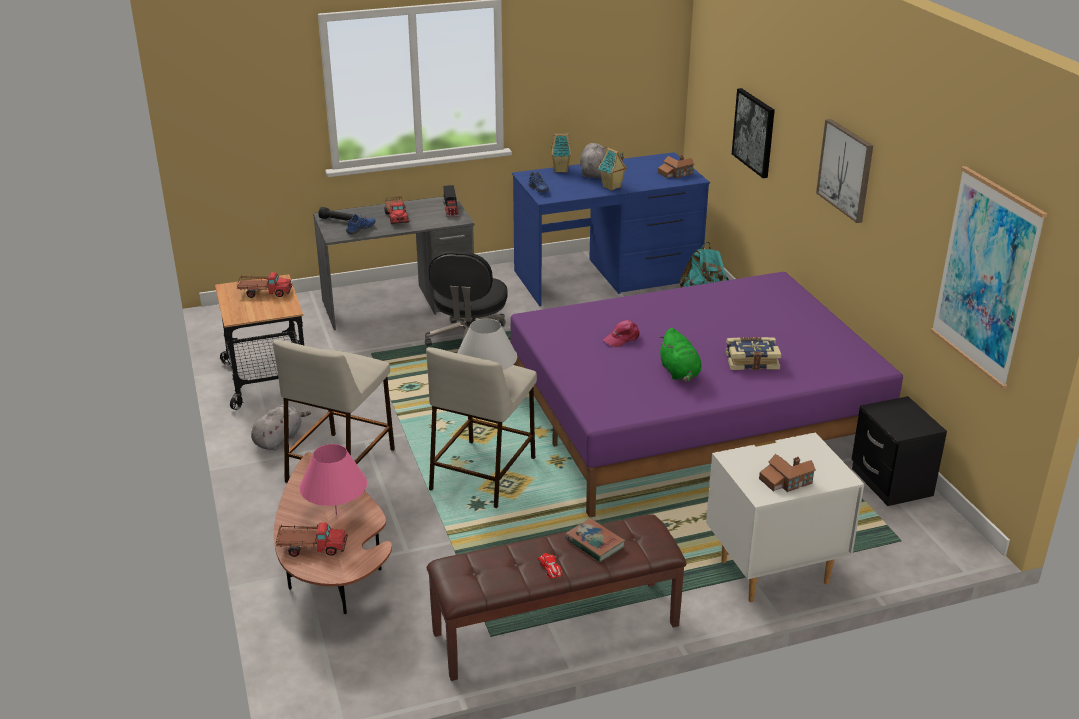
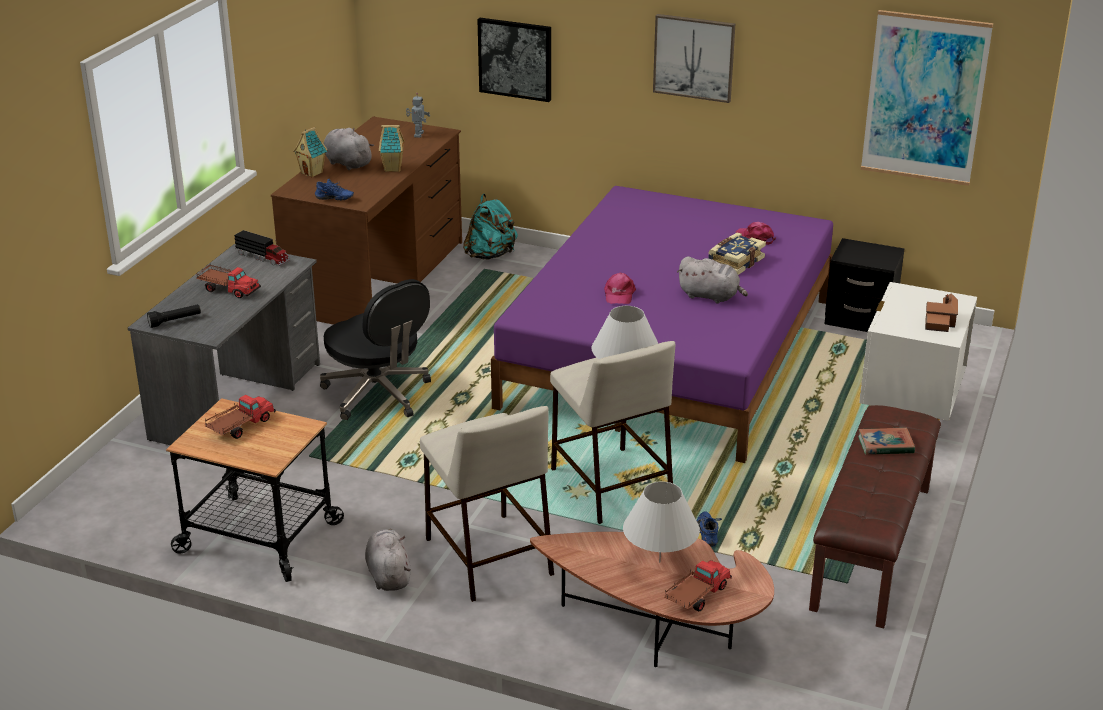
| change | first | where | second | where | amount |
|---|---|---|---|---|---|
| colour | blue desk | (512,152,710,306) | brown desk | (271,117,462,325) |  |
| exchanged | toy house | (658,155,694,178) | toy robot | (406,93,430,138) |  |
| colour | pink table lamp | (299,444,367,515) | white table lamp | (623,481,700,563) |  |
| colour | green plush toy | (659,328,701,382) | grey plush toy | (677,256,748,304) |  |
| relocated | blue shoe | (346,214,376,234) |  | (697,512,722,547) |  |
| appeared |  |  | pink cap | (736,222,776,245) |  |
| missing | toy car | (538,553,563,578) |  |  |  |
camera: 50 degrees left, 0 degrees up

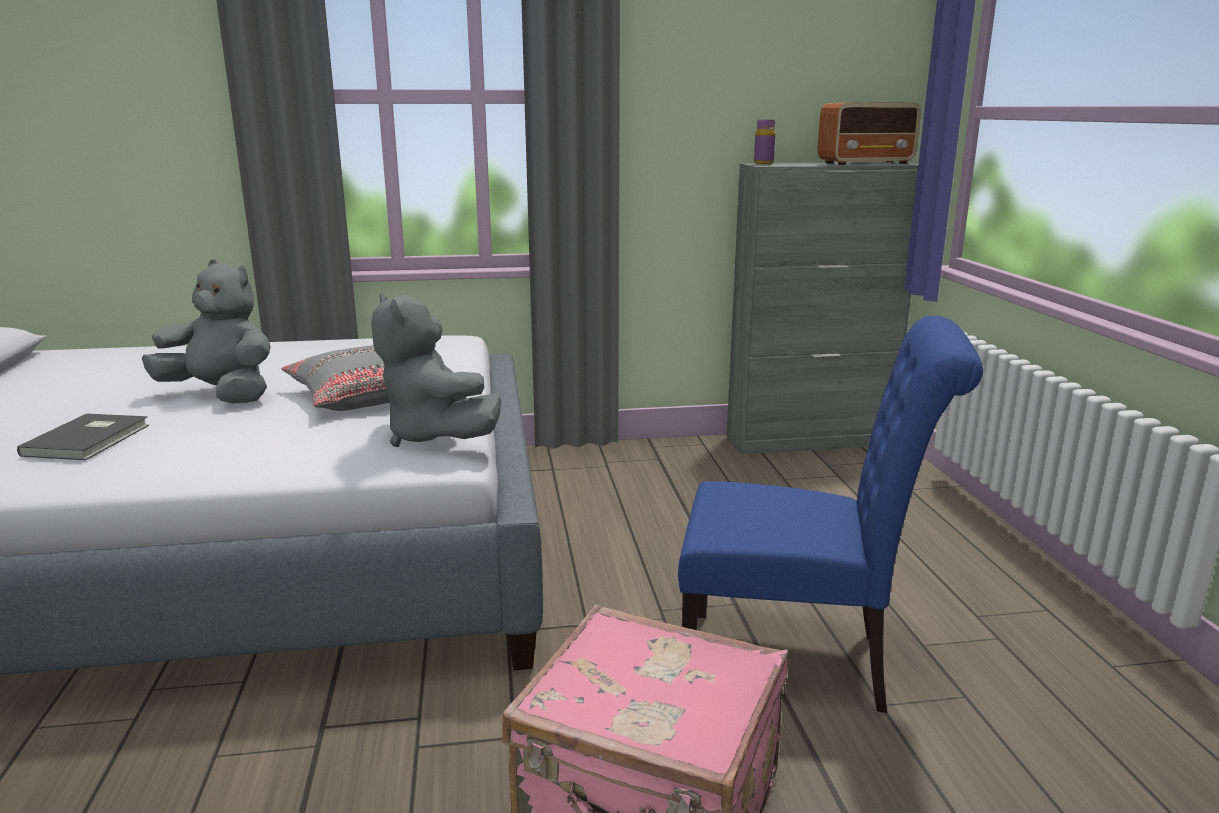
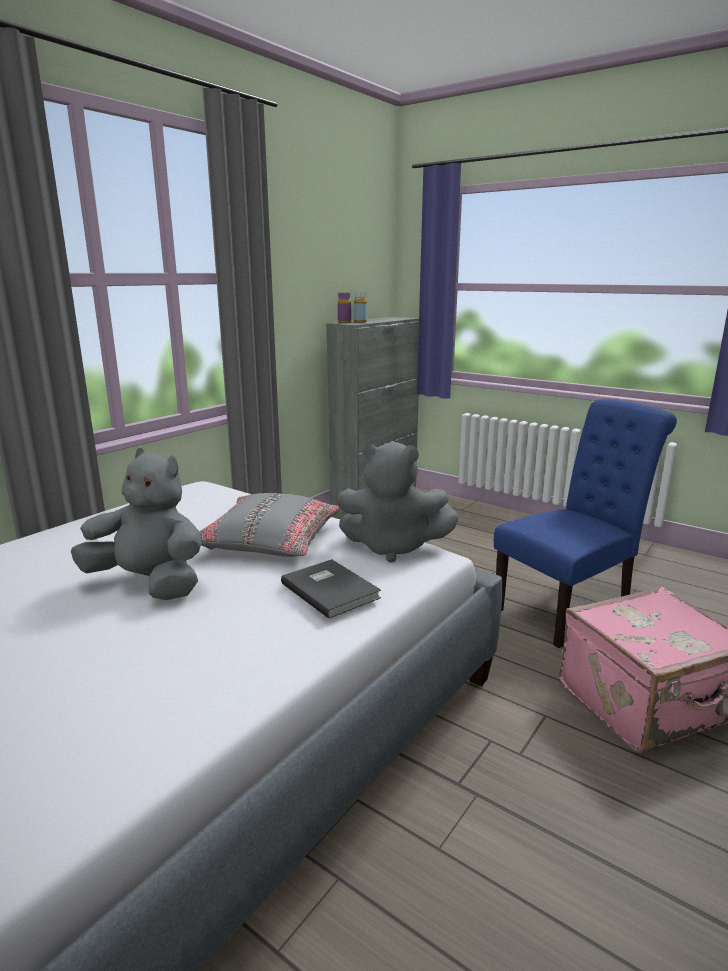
| change | first | where | second | where | amount |
|---|---|---|---|---|---|
| spun | grey plush toy | (142,259,271,404) |  | (71,447,202,600) | 45 degrees clockwise |
| relocated | grey book | (17,413,149,460) |  | (281,559,381,619) |  |
| appeared |  |  | yellow bottle | (354,292,367,323) |  |
| missing | radio | (818,102,921,165) |  |  |  |
camera: 45 degrees left, 0 degrees up

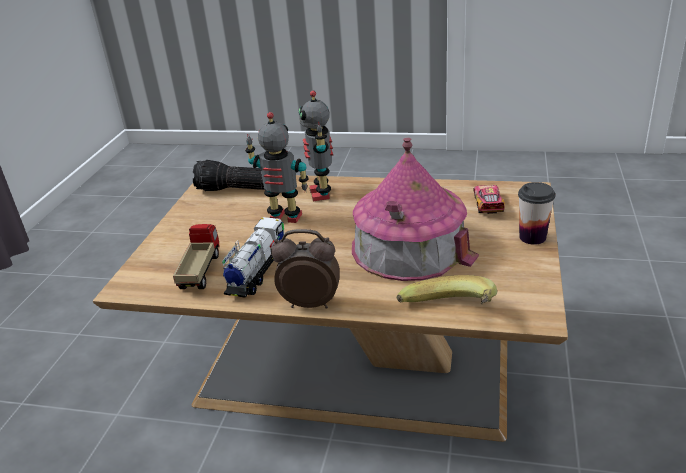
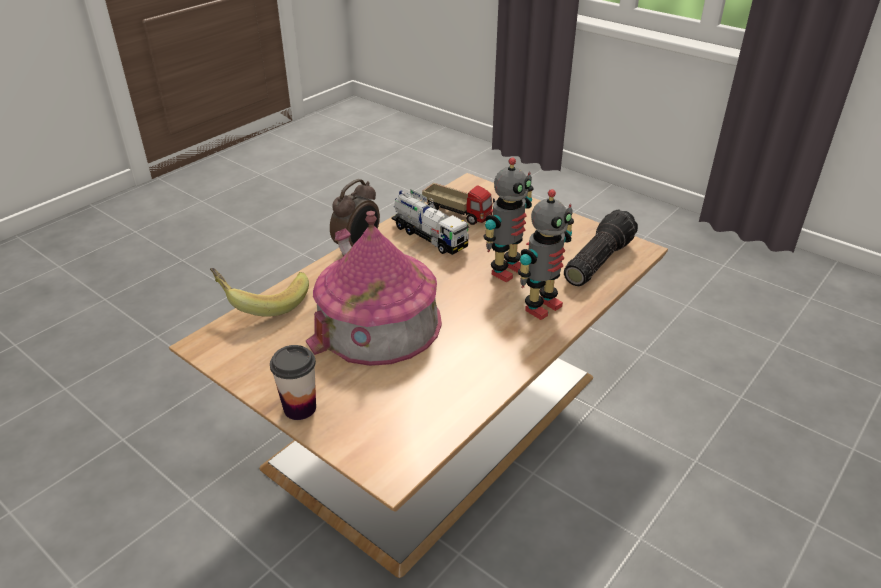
| change | first | where | second | where | amount |
|---|---|---|---|---|---|
| spun | toy robot | (299,90,333,201) |  | (518,189,574,320) | 120 degrees clockwise |
| missing | toy car | (473,185,505,214) |  |  |  |
camera: 115 degrees right, 5 degrees up

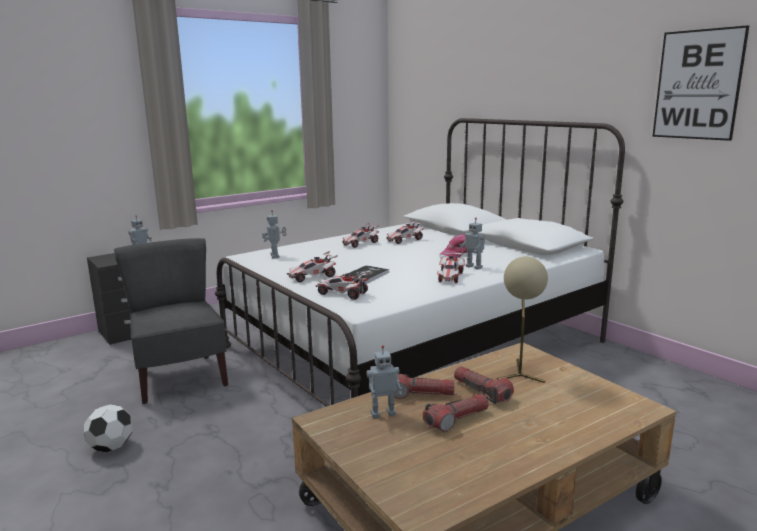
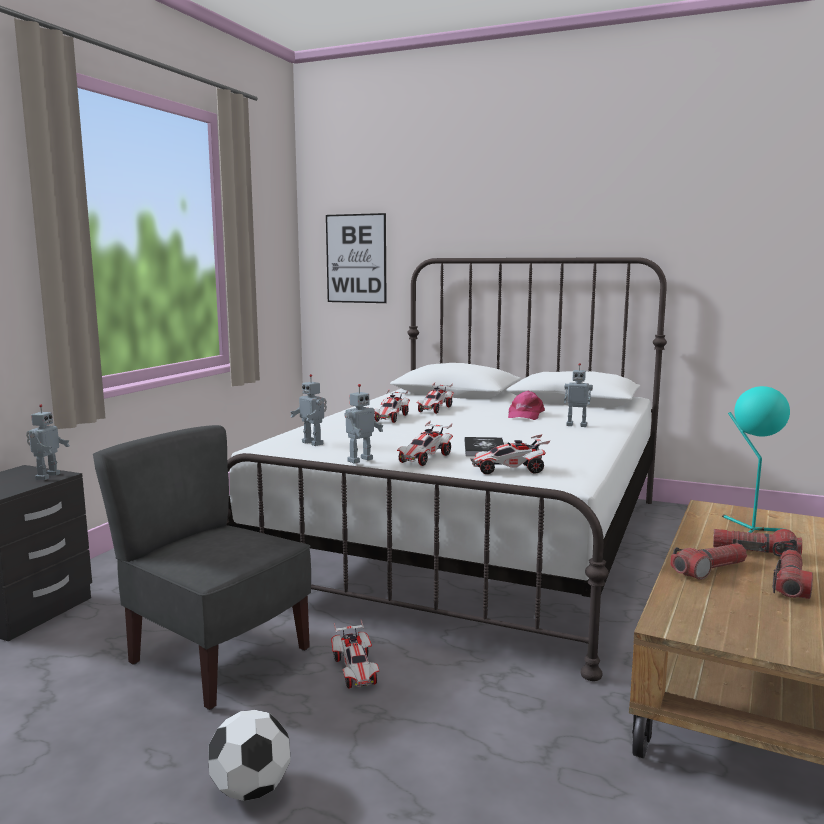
| change | first | where | second | where | amount |
|---|---|---|---|---|---|
| relocated | picture | (652,25,750,141) |  | (326,213,387,303) |  |
| relocated | toy car | (437,250,465,283) |  | (331,620,379,689) |  |
| relocated | toy robot | (367,345,402,418) |  | (345,384,383,464) |  |
| colour | beige table lamp | (497,257,548,383) | turquoise table lamp | (722,386,790,533) |  |
camera: 30 degrees left, 5 degrees down

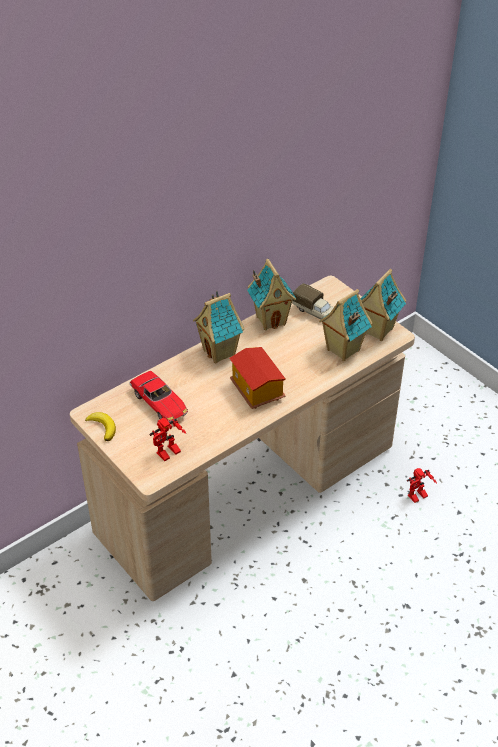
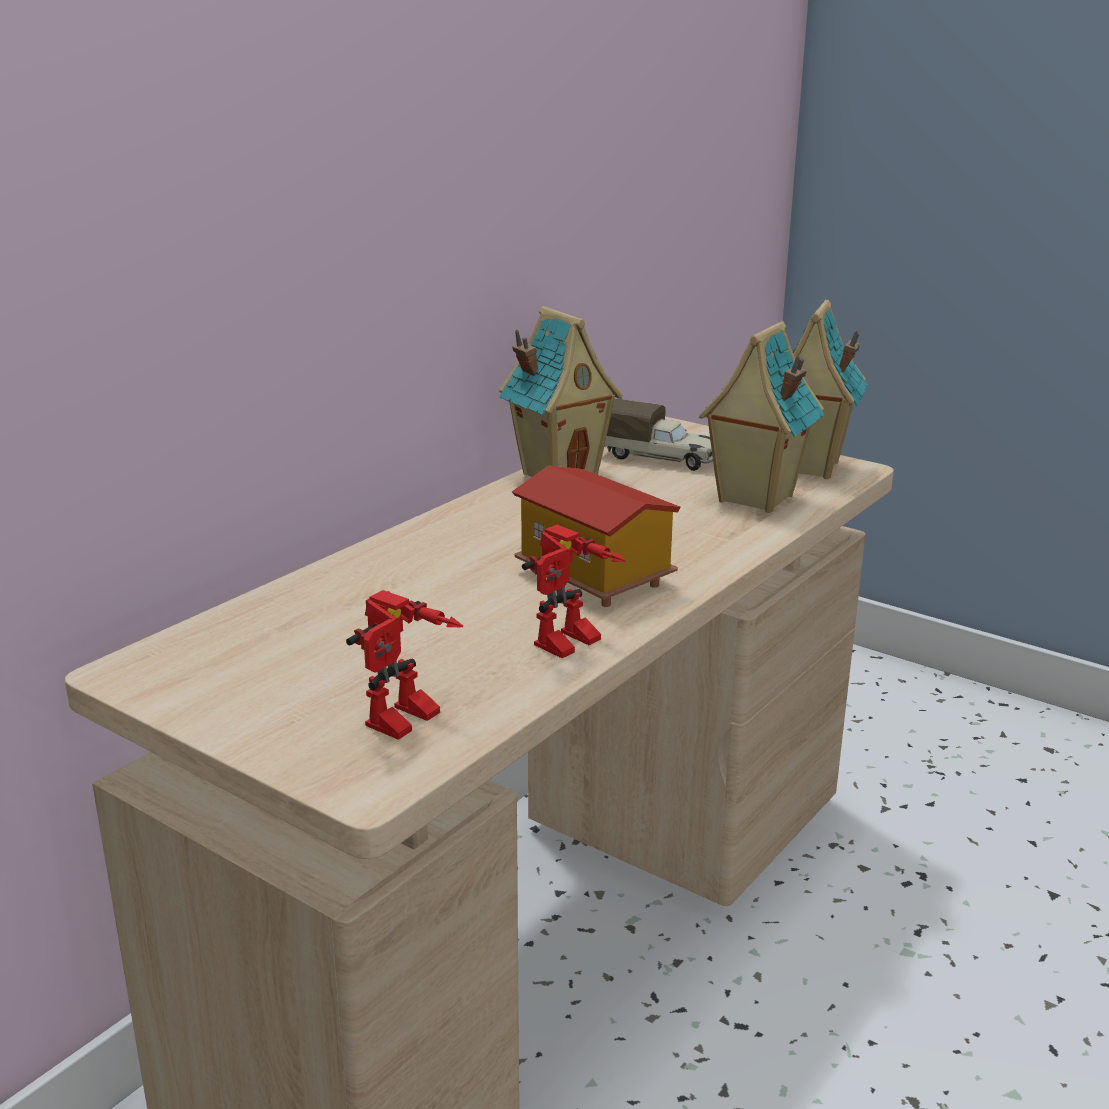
| change | first | where | second | where | amount |
|---|---|---|---|---|---|
| relocated | toy robot | (407,468,437,503) |  | (522,525,626,658) |  |
| missing | banana | (85,412,116,441) |  |  |  |
| missing | toy car | (129,371,188,422) |  |  |  |
| missing | toy house | (193,291,245,363) |  |  |  |
camera: 15 degrees left, 20 degrees down

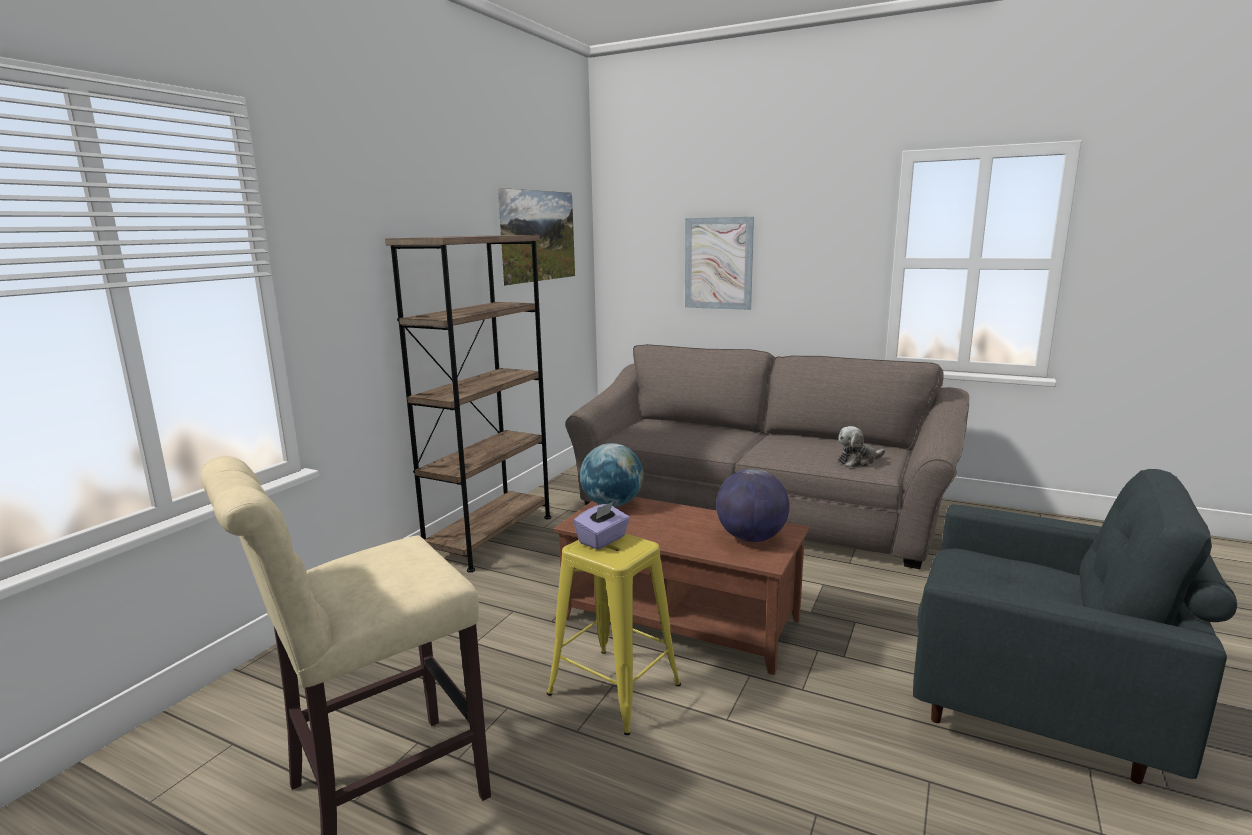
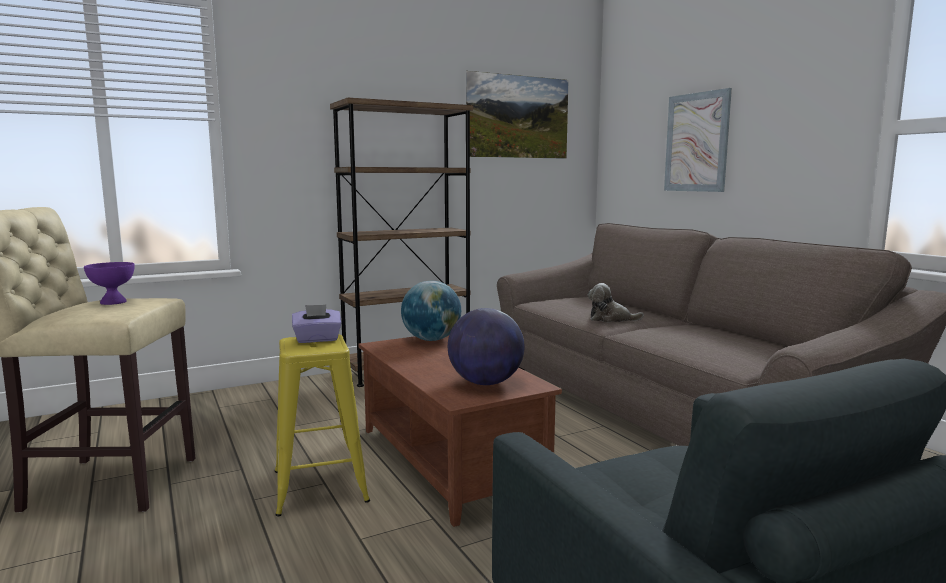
| change | first | where | second | where | amount |
|---|---|---|---|---|---|
| appeared |  |  | purple bowl | (84,262,135,305) |  |
| relocated | plush toy | (838,426,885,467) |  | (588,283,644,322) |  |
camera: 35 degrees right, 5 degrees down

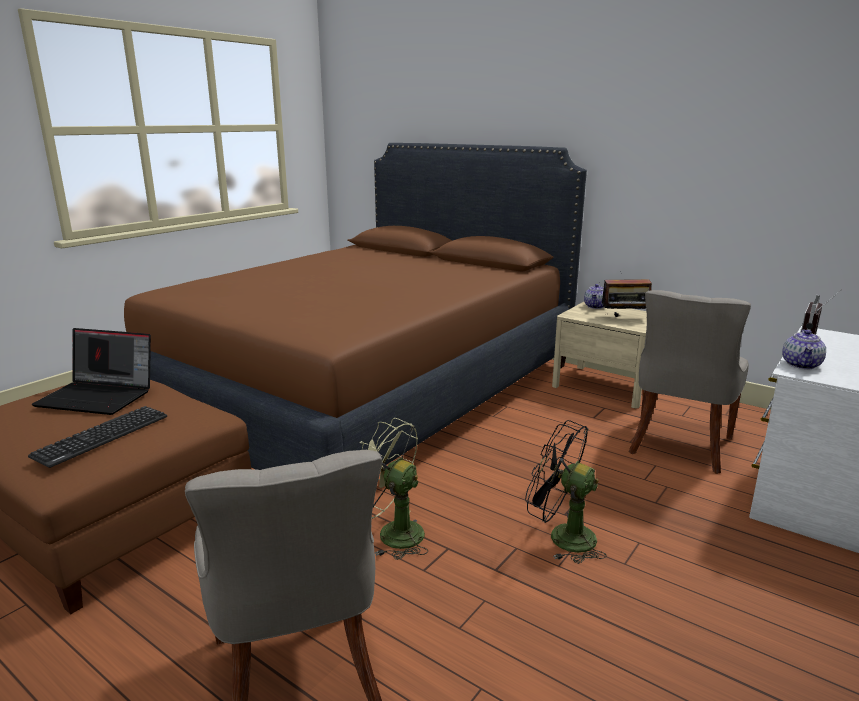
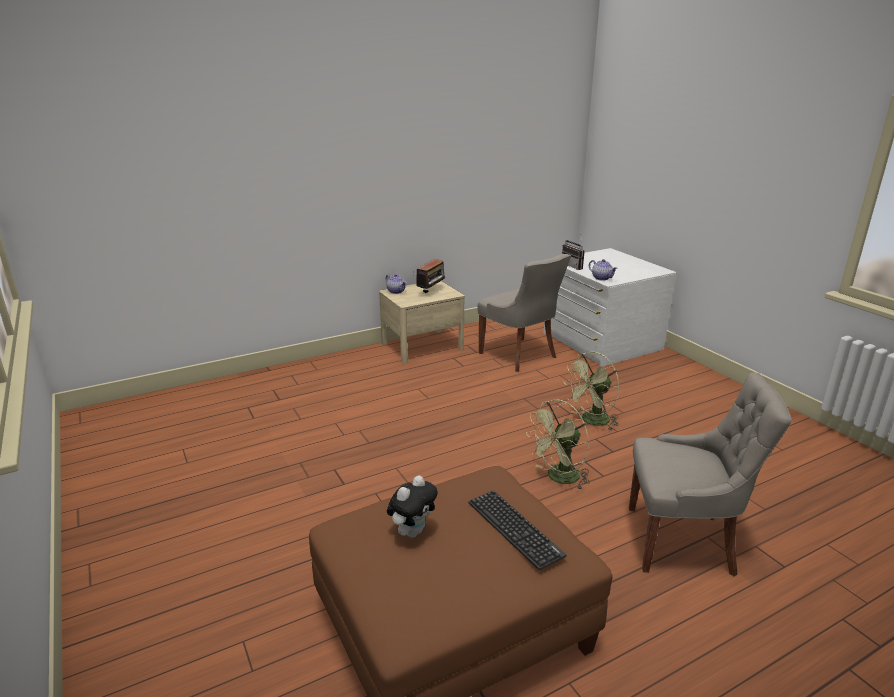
| change | first | where | second | where | amount |
|---|---|---|---|---|---|
| exchanged | laptop | (31,328,151,415) | plush toy | (387,475,438,538) |  |
| colour | black fan | (525,420,607,564) | green fan | (563,352,619,431) |  |
| missing | brown bed | (124,143,587,470) |  |  |  |
camera: 65 degrees left, 5 degrees up

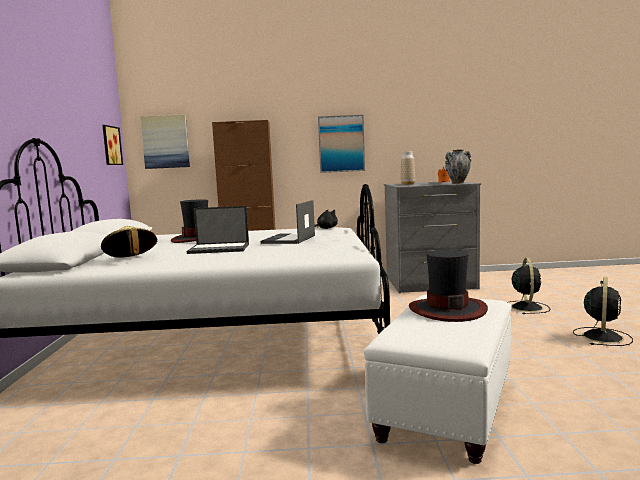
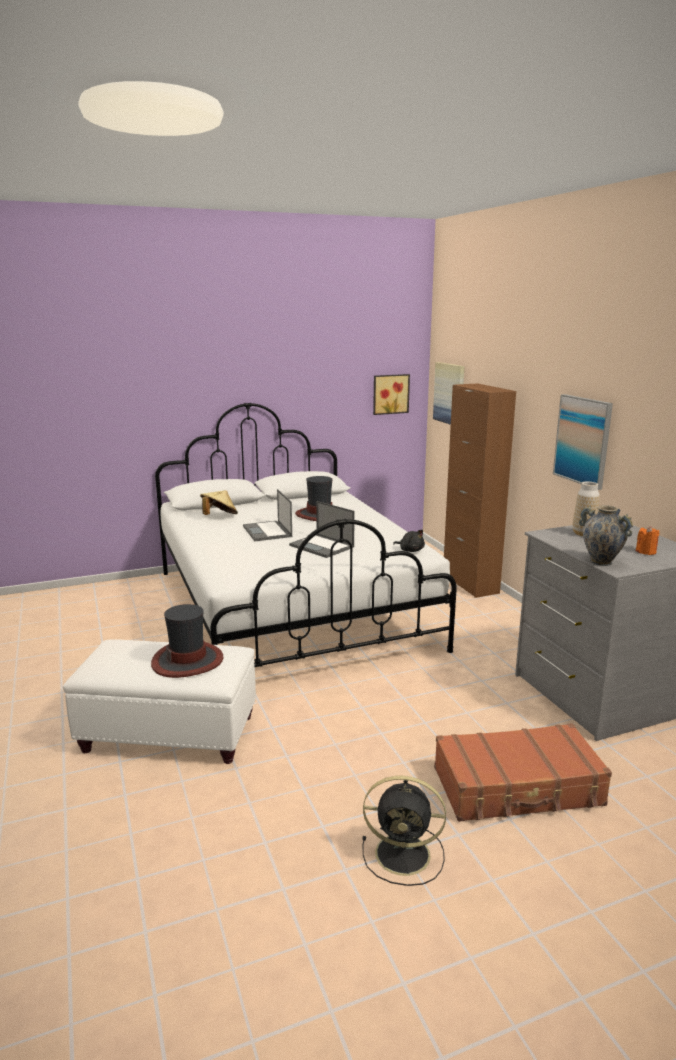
| change | first | where | second | where | amount |
|---|---|---|---|---|---|
| spun | laptop | (261,200,315,244) |  | (289,501,355,558) | 135 degrees counterclockwise |
| exchanged | black fan | (510,258,550,314) | brown suitcase | (434,723,612,822) |  |
camera: 70 degrees right, 10 degrees up

